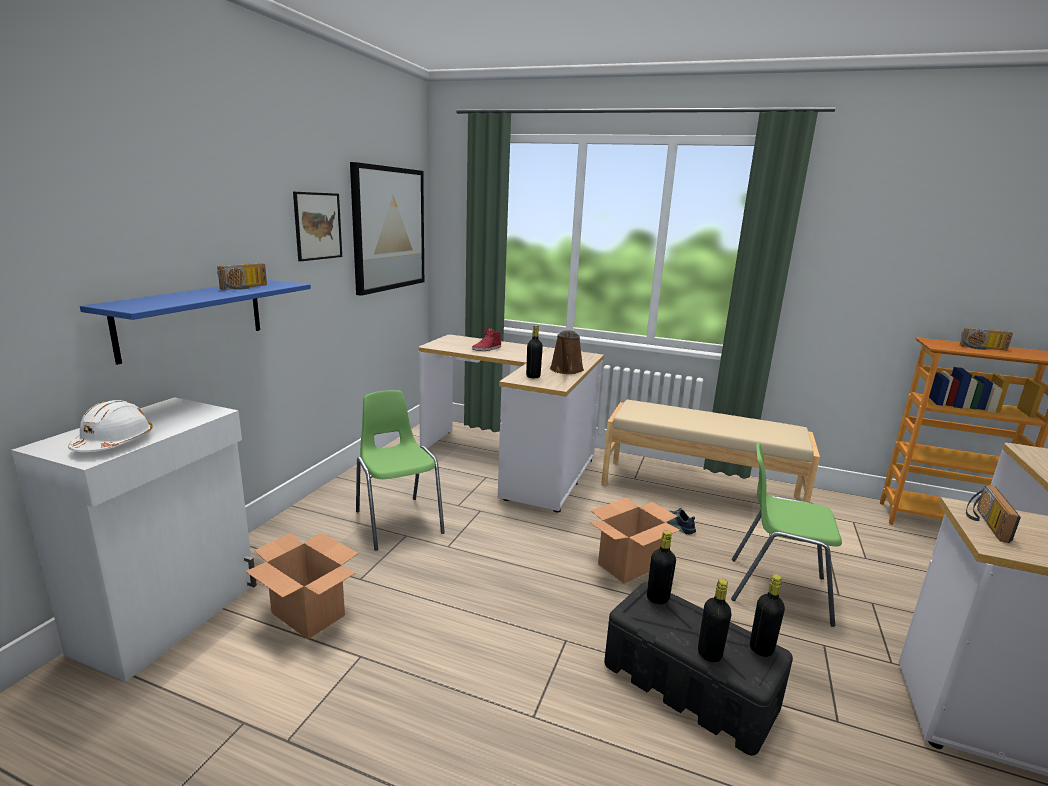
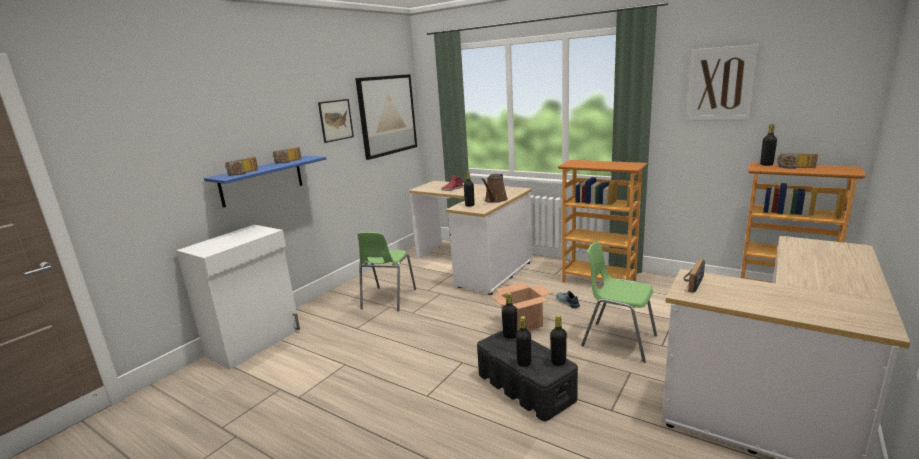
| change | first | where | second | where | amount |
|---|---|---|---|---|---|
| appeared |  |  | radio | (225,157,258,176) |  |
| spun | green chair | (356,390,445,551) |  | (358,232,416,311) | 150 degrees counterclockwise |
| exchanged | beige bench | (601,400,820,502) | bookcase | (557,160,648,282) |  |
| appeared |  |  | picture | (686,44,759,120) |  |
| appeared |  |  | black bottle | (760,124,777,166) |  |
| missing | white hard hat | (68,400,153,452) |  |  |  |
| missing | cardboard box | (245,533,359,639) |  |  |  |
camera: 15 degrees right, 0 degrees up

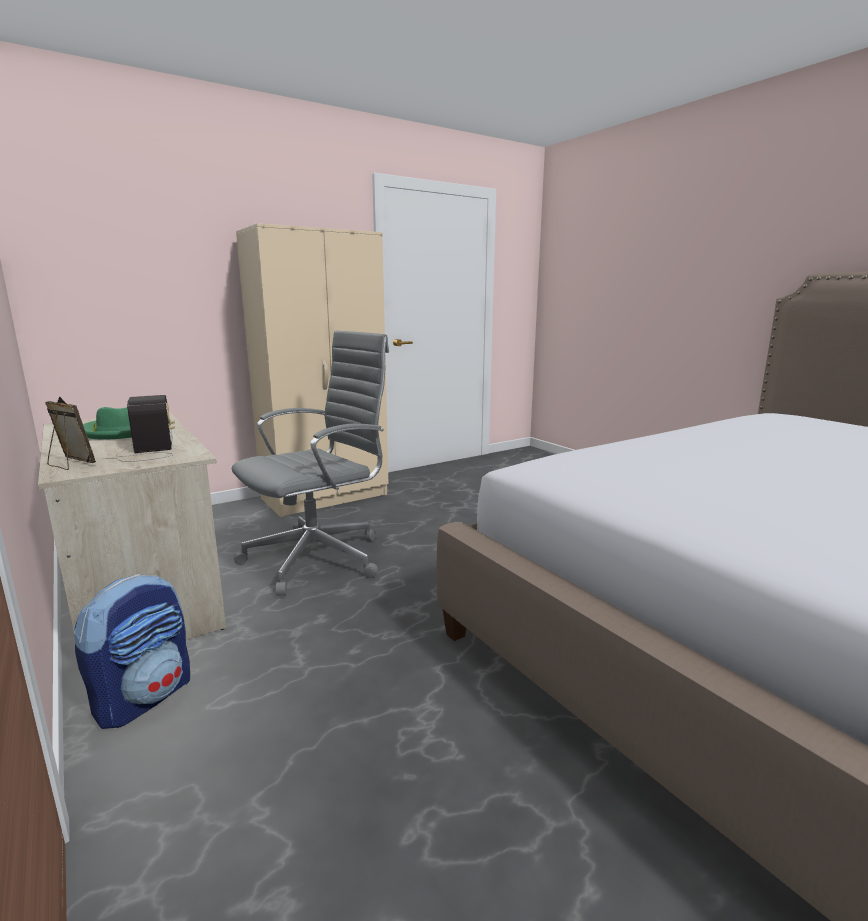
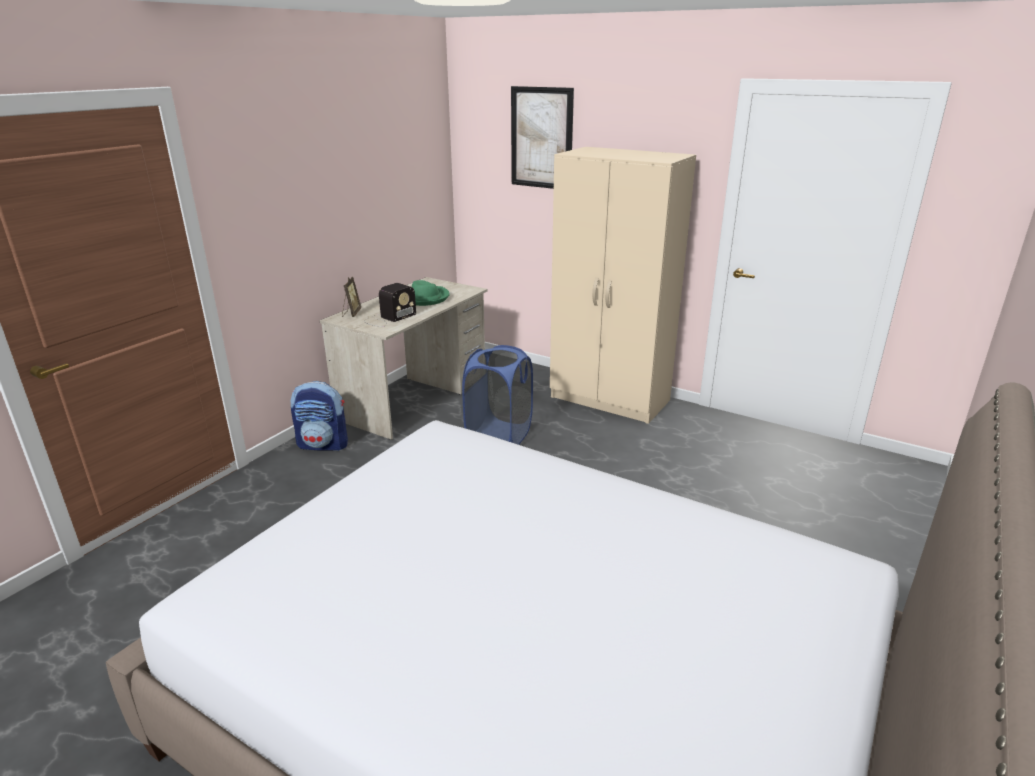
| change | first | where | second | where | amount |
|---|---|---|---|---|---|
| exchanged | grey office chair | (232,331,389,596) | blue laundry basket | (462,345,533,445) |  |
| appeared |  |  | picture | (511,86,574,189) |  |
camera: 65 degrees right, 10 degrees up

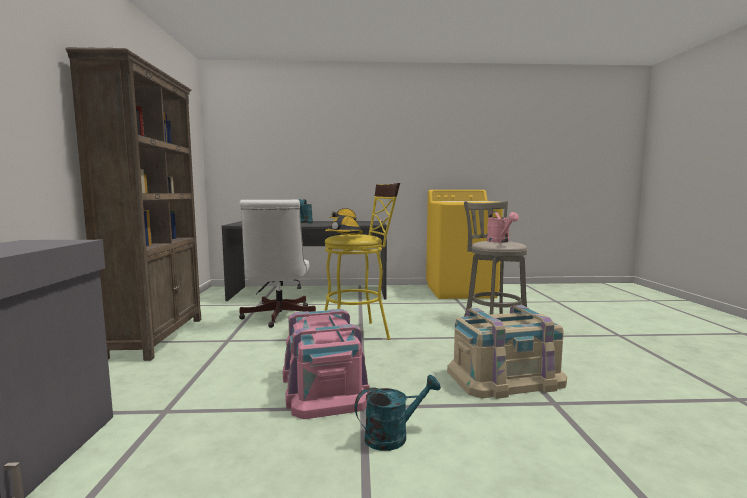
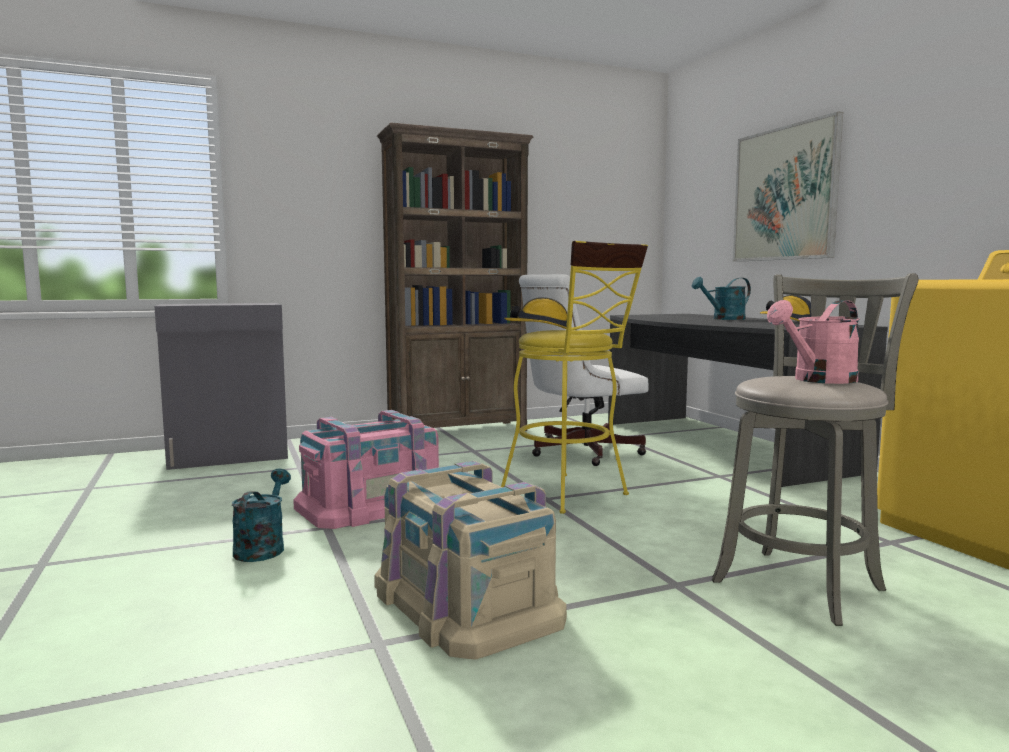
| change | first | where | second | where | amount |
|---|---|---|---|---|---|
| spun | turquoise watering can | (355,375,441,451) |  | (232,468,291,562) | 135 degrees counterclockwise |
| appeared |  |  | picture | (733,112,843,262) |  |
camera: 70 degrees right, 0 degrees up

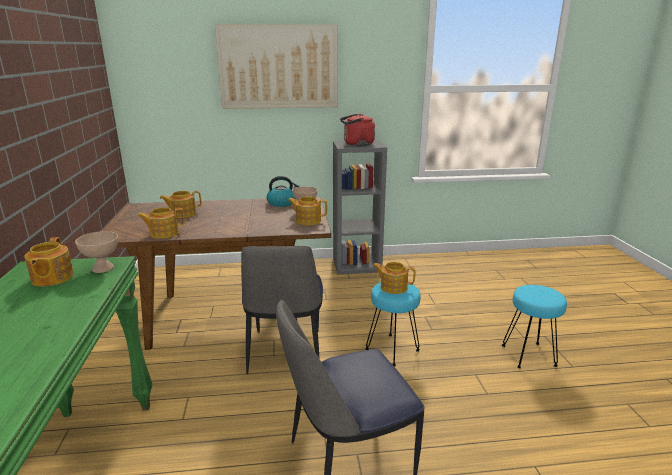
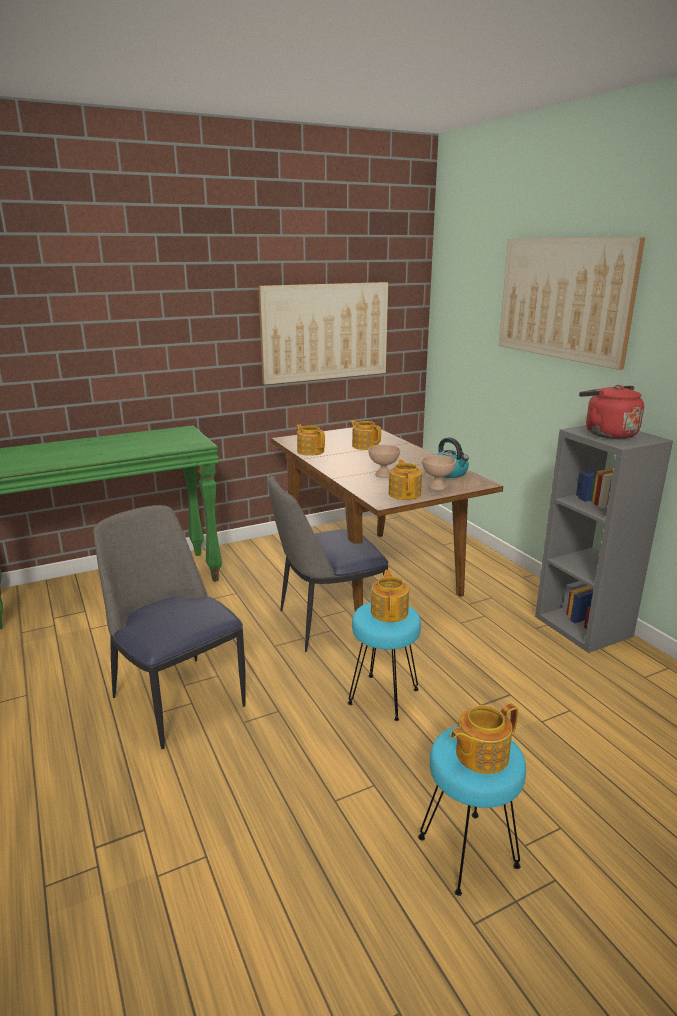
| change | first | where | second | where | amount |
|---|---|---|---|---|---|
| appeared |  |  | picture | (258,282,388,385) |  |
| relocated | beige bowl | (75,231,118,273) |  | (368,445,400,478) |  |
| relocated | teapot | (24,237,74,287) |  | (450,703,518,774) |  |
camera: 70 degrees right, 0 degrees up

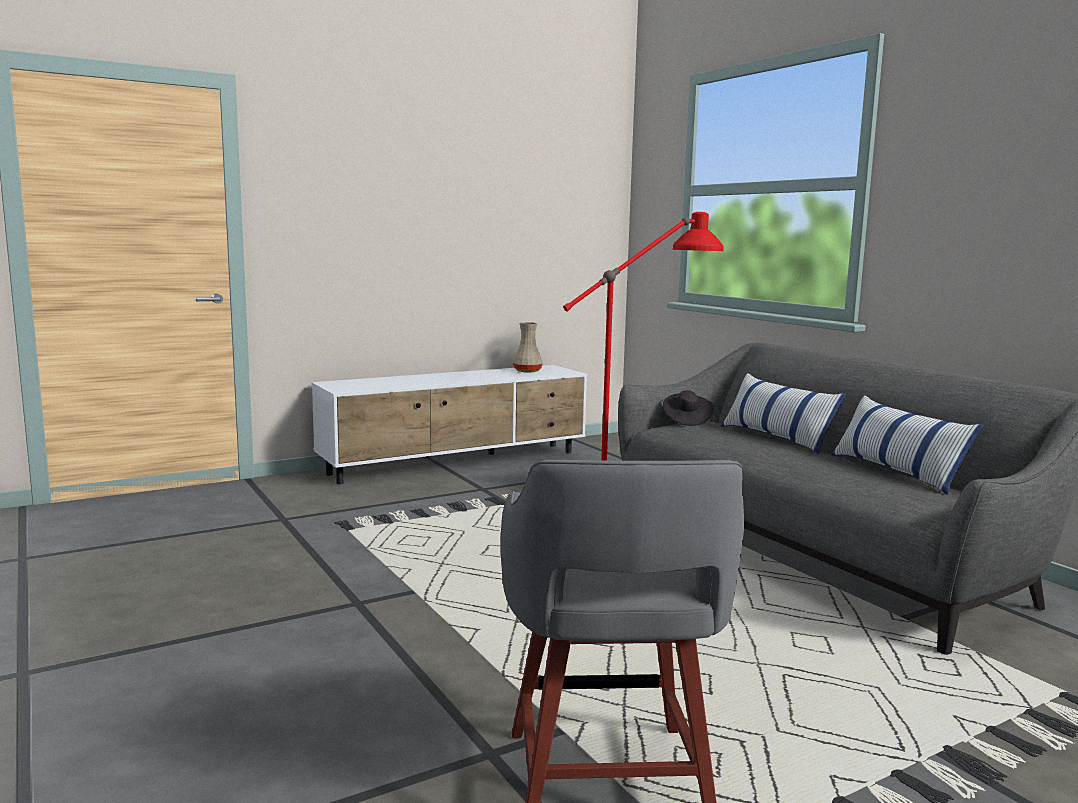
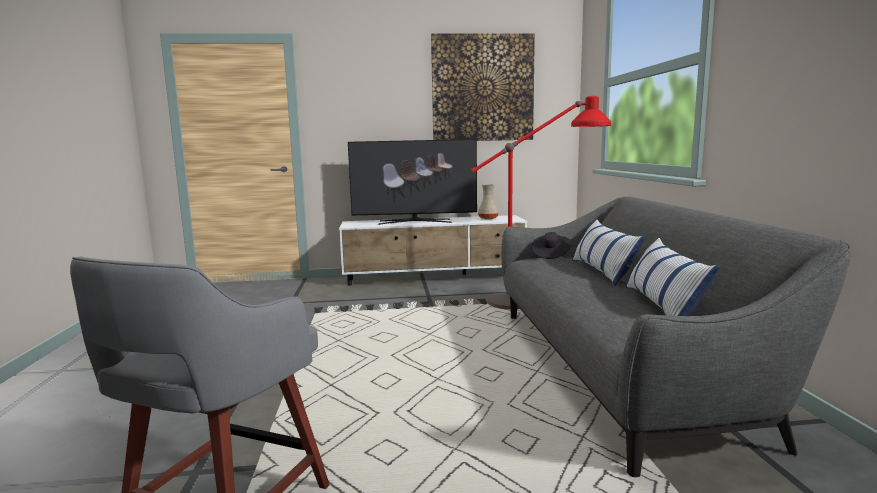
| change | first | where | second | where | amount |
|---|---|---|---|---|---|
| appeared |  |  | television | (348,139,477,225) |  |
| appeared |  |  | picture | (431,33,535,141) |  |
camera: 25 degrees right, 0 degrees up

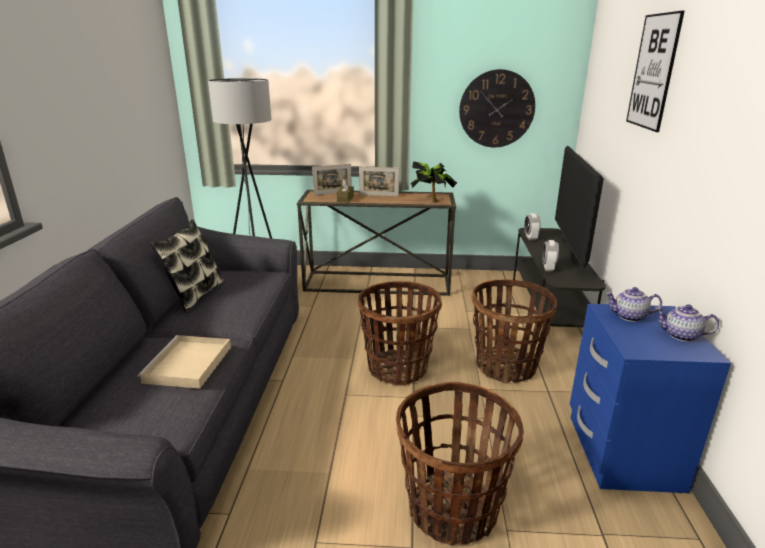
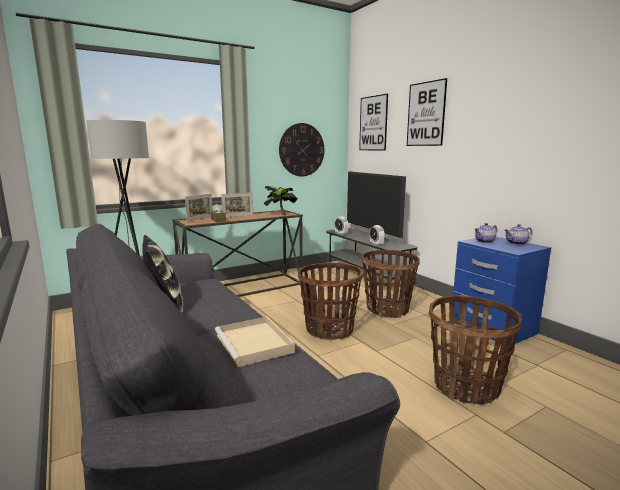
| change | first | where | second | where | amount |
|---|---|---|---|---|---|
| appeared |  |  | picture | (359,94,388,150) |  |
camera: 35 degrees left, 10 degrees down

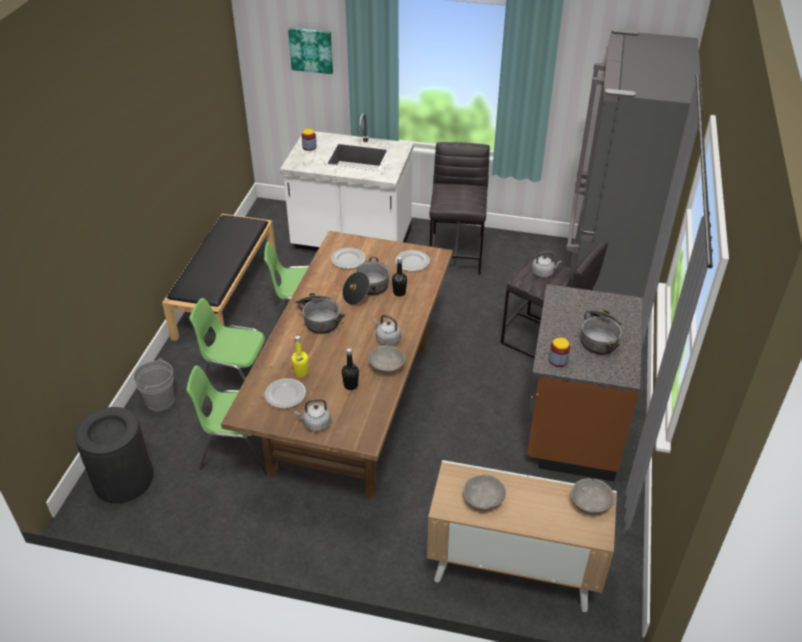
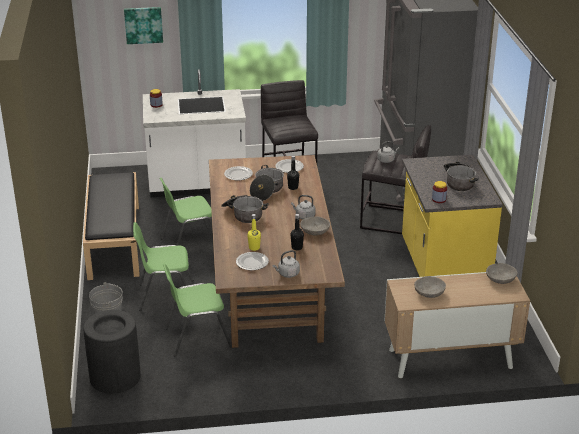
| change | first | where | second | where | amount |
|---|---|---|---|---|---|
| colour | brown counter | (527,284,643,481) | yellow counter | (402,155,503,277) |  |
camera: 20 degrees left, 10 degrees down

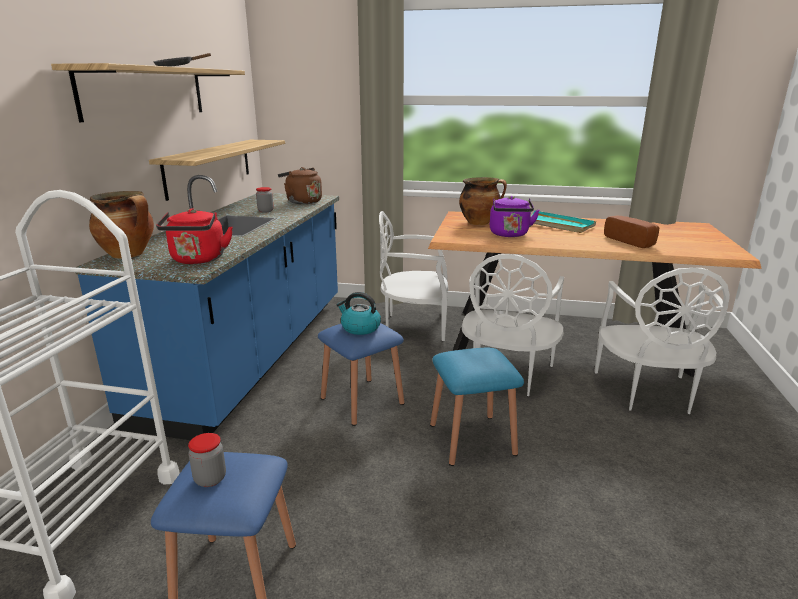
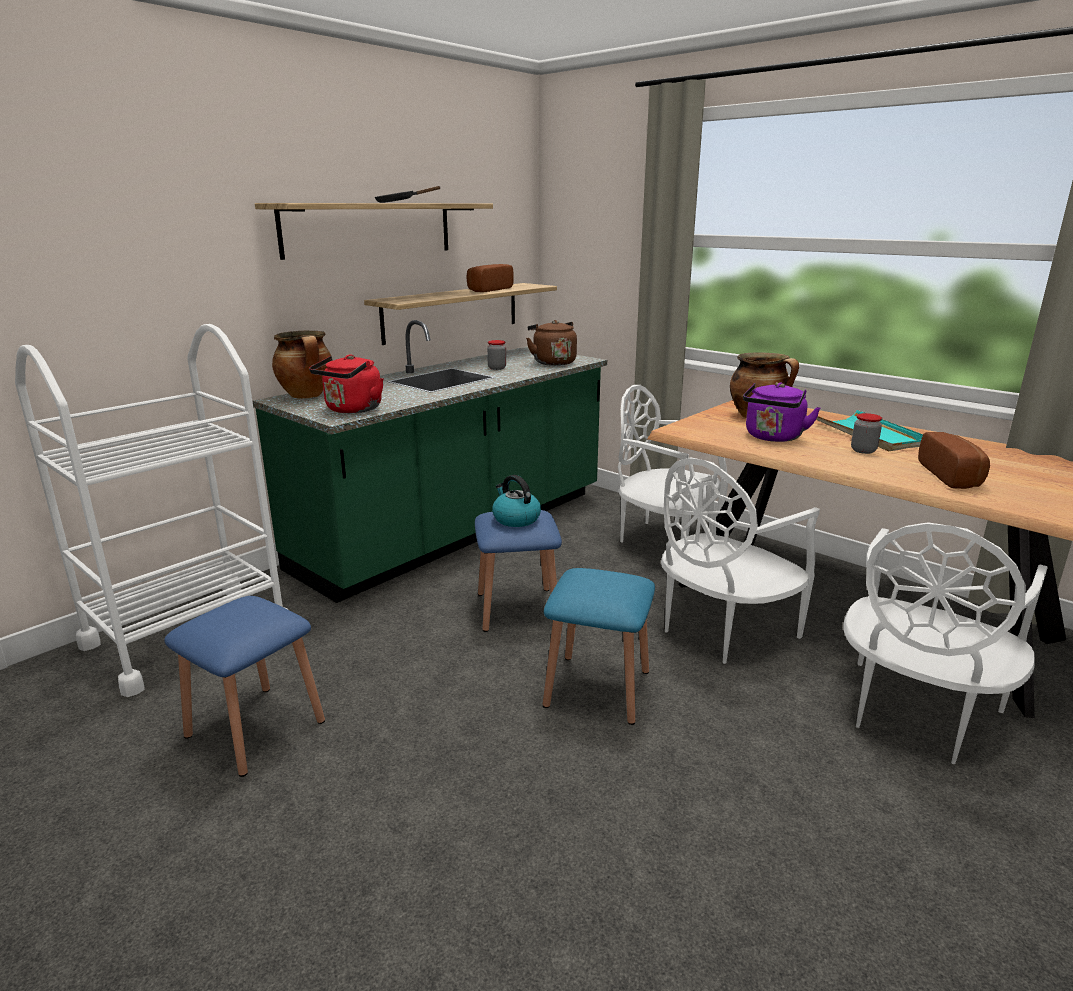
| change | first | where | second | where | amount |
|---|---|---|---|---|---|
| colour | blue counter | (74,175,339,440) | green counter | (252,320,607,603) |  |
| appeared |  |  | bread | (467,264,513,292) |  |
| relocated | jar | (188,433,226,487) |  | (851,413,882,454) |  |
camera: 30 degrees right, 0 degrees up

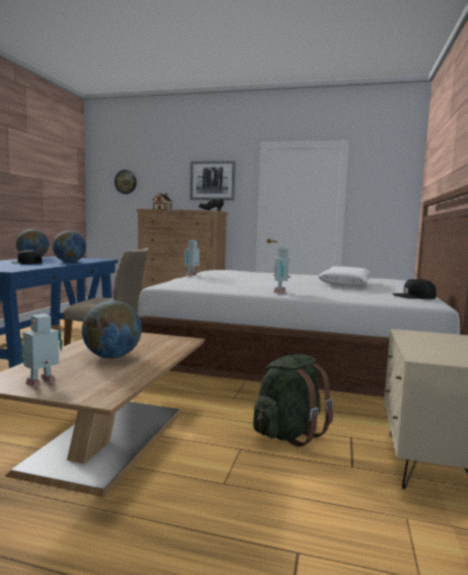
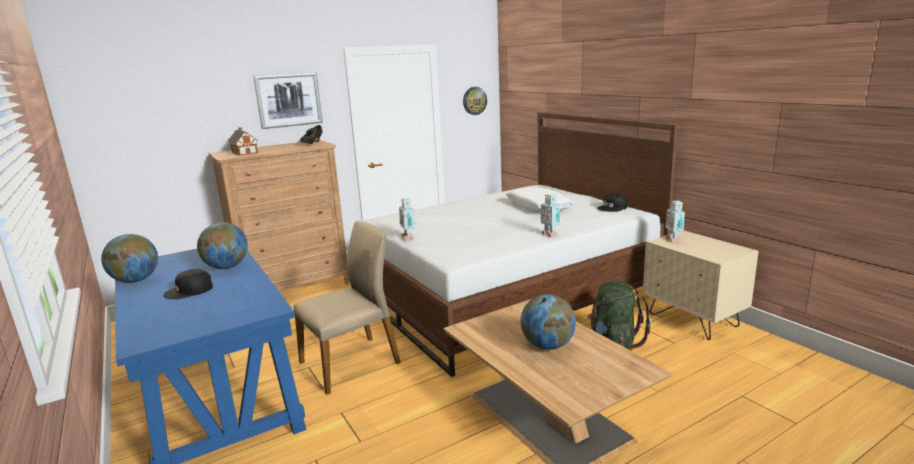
| change | first | where | second | where | amount |
|---|---|---|---|---|---|
| relocated | wall clock | (114,170,137,194) |  | (463,87,487,115) |  |
| relocated | toy robot | (21,314,62,387) |  | (665,201,685,242) |  |
camera: 45 degrees left, 10 degrees up

